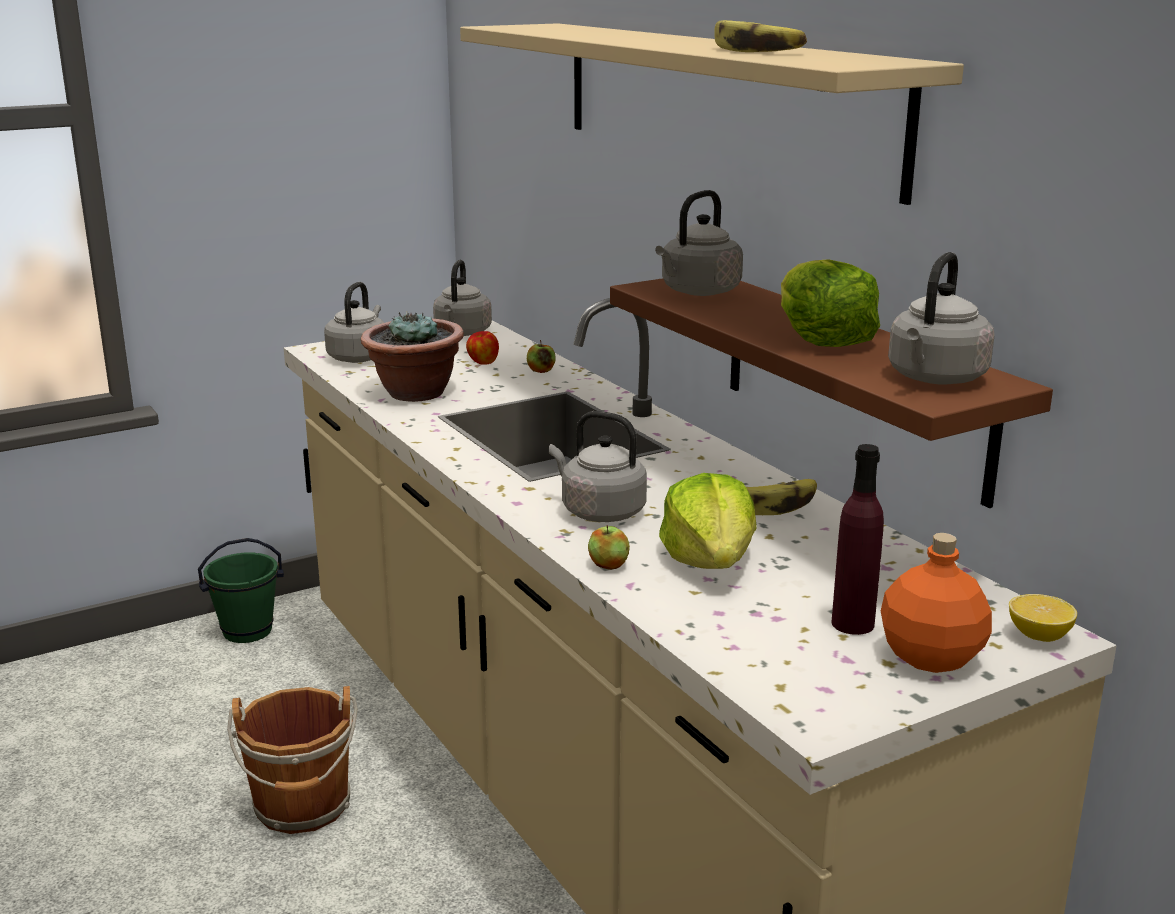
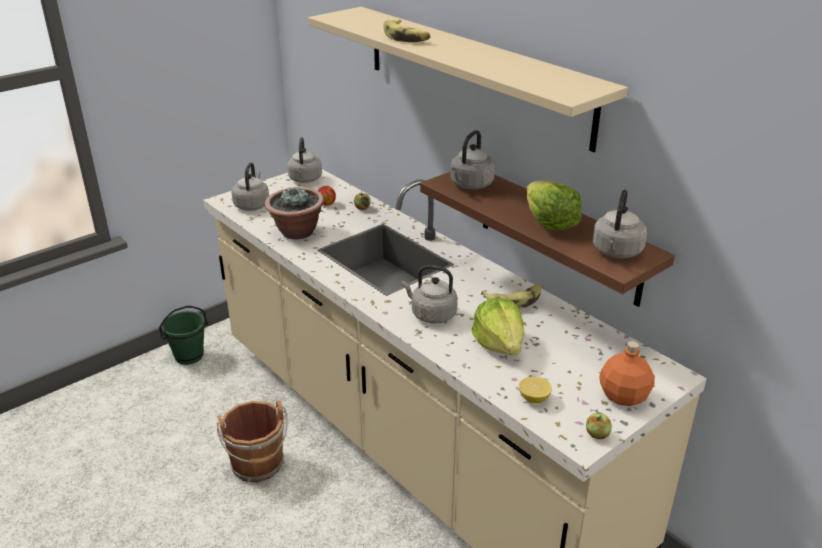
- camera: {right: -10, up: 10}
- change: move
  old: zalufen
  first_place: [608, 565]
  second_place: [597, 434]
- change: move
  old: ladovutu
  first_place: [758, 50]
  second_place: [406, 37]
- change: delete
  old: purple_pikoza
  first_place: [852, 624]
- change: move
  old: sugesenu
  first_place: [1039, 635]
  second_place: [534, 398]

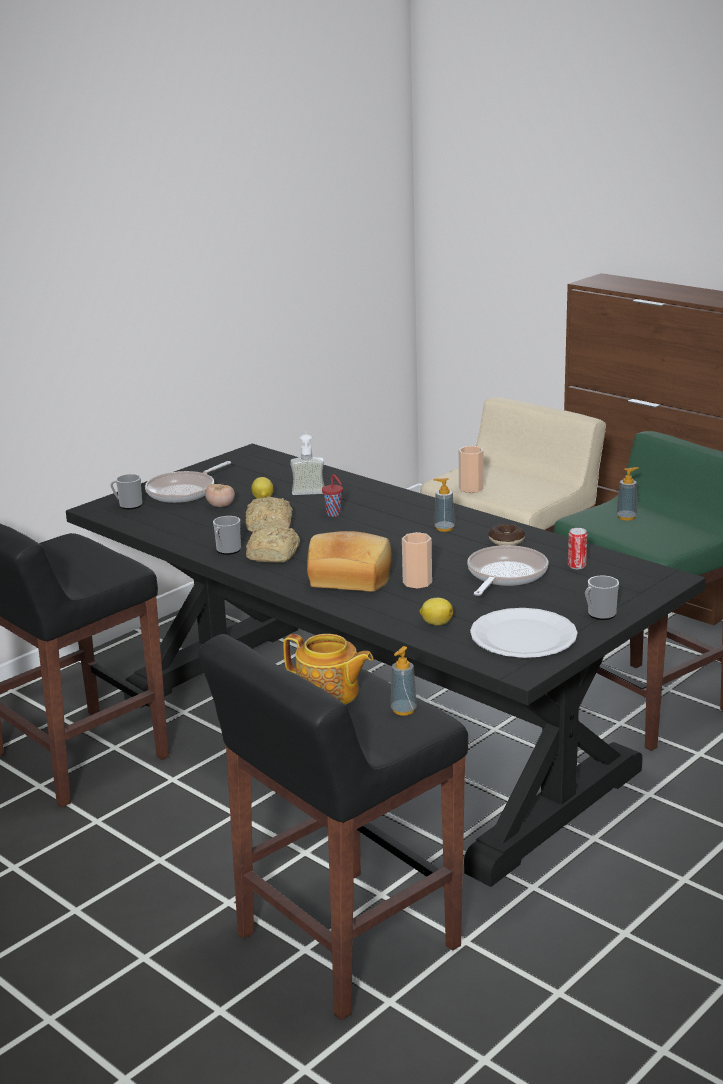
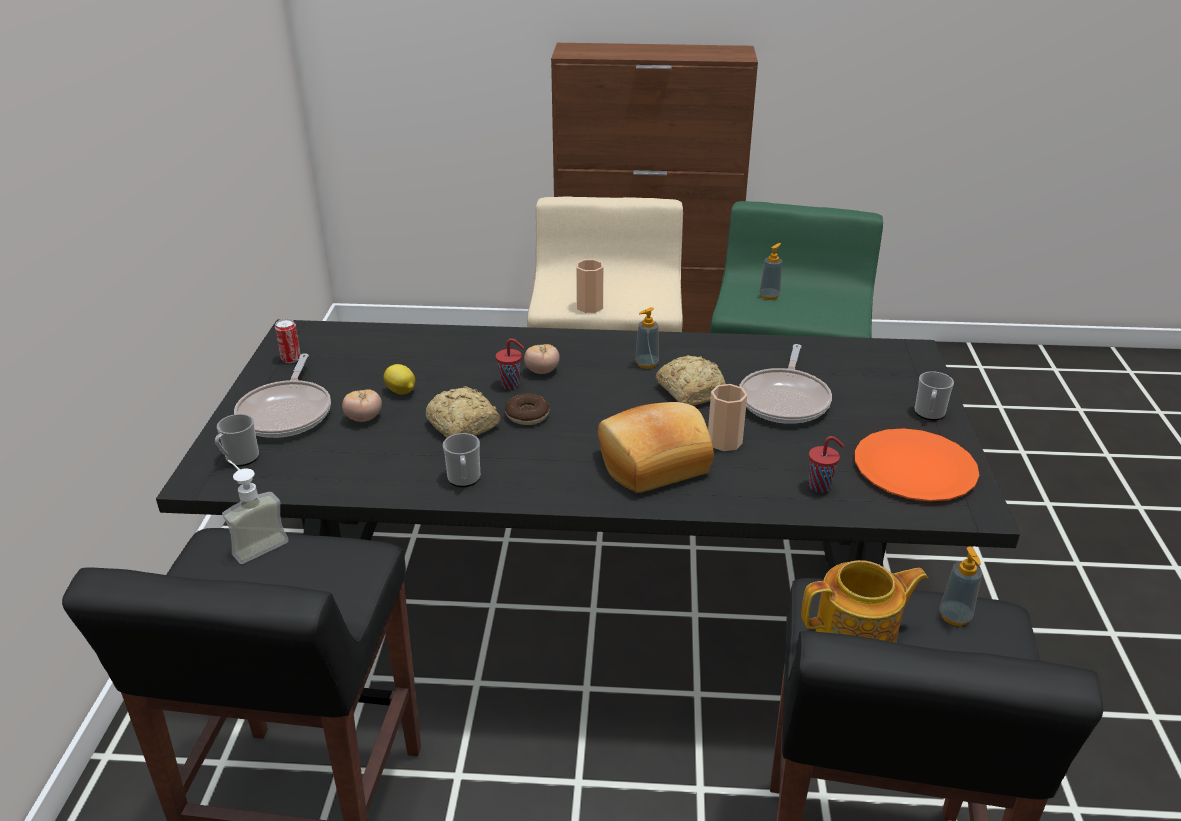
- camera: {right: -40, up: 10}
- change: move
  old: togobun
  first_place: [274, 554]
  second_place: [690, 390]
- change: move
  old: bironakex
  first_place: [308, 490]
  second_place: [255, 543]
- change: replace
  old: sugesenu
  new: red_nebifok
  first_place: [436, 623]
  second_place: [821, 487]
- change: rotate
  old: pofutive
  first_place: [504, 575]
  second_place: [785, 400]
  degrees: -150
- change: recolor
  old: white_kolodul
  new: orange_kolodul
  first_place: [523, 636]
  second_place: [915, 468]
- change: move
  old: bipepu
  first_place: [506, 541]
  second_place: [527, 415]
- change: move
  old: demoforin
  first_place: [577, 566]
  second_place: [291, 359]
- change: insert
  new: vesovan
  second_place: [542, 371]

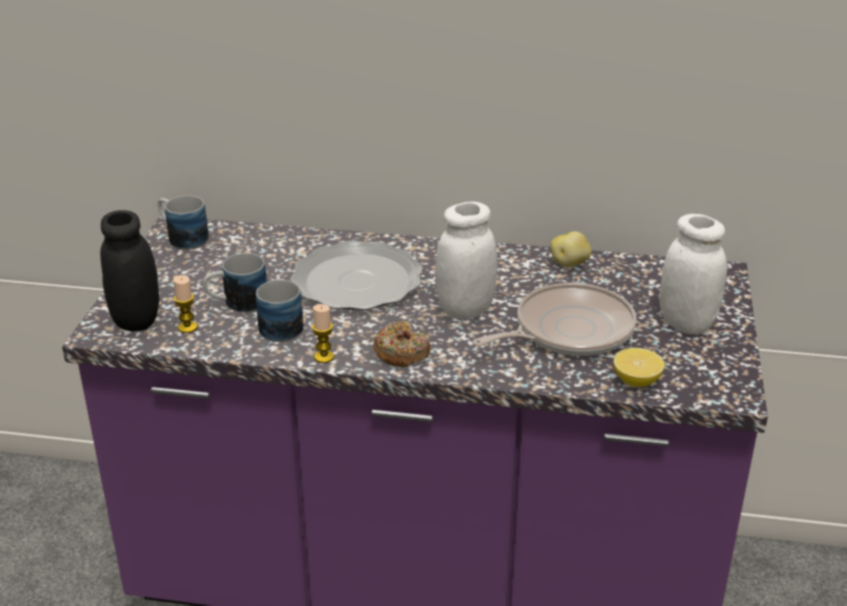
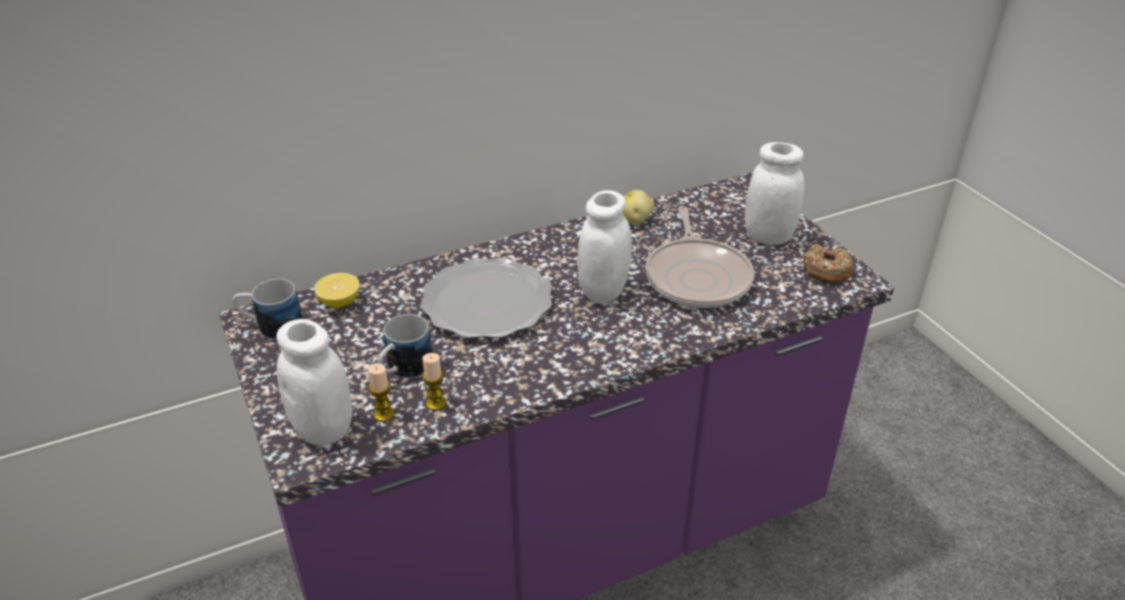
- camera: {right: -35, up: 5}
- change: recolor
  old: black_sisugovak
  new: white_sisugovak
  first_place: [136, 320]
  second_place: [323, 429]
- change: delete
  old: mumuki
  first_place: [281, 324]
- change: move
  old: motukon
  first_place: [324, 357]
  second_place: [436, 403]
- change: move
  old: bipepu
  first_place: [401, 352]
  second_place: [826, 271]
- change: rotate
  old: pofutive
  first_place: [568, 330]
  second_place: [697, 277]
  degrees: 150
- change: move
  old: sugesenu
  first_place: [636, 381]
  second_place: [340, 302]

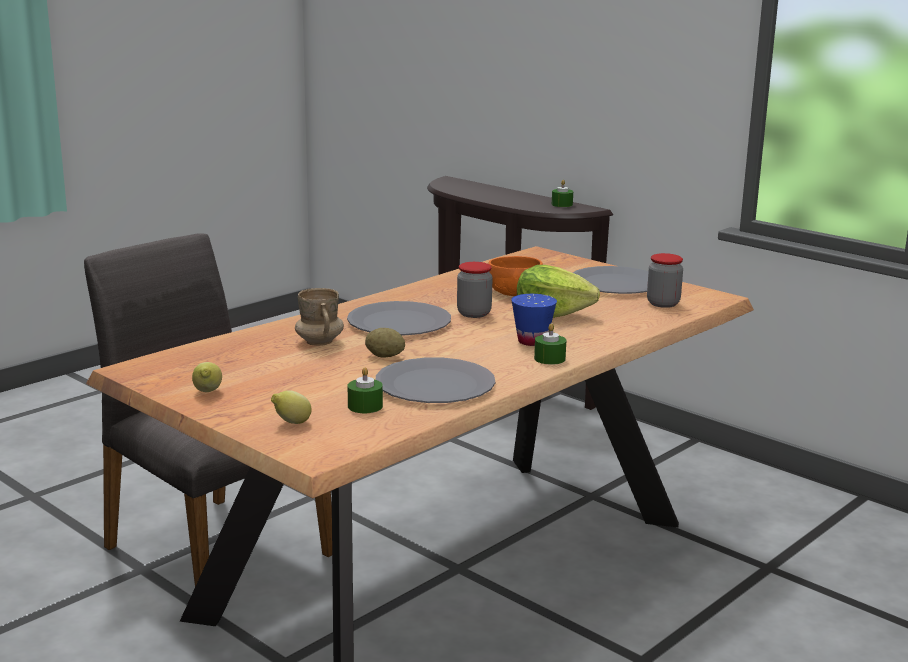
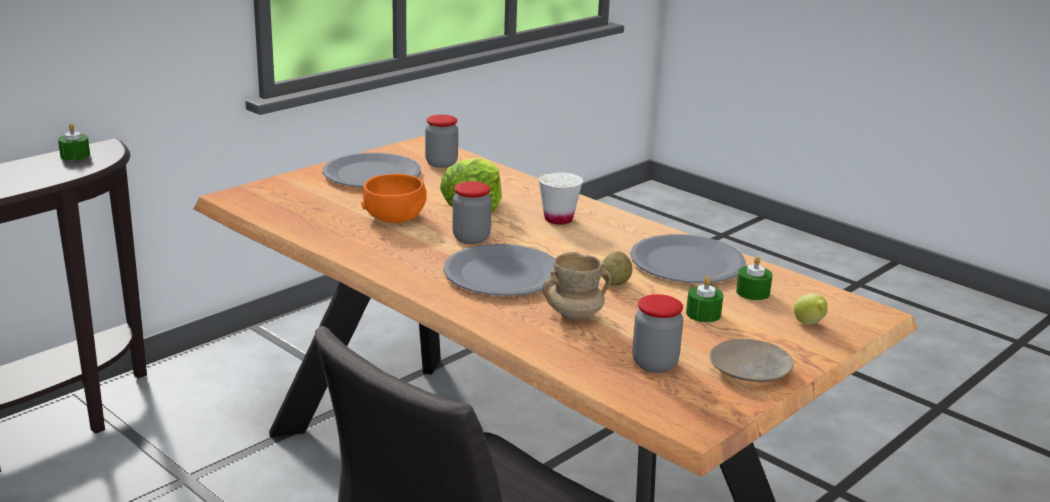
- camera: {right: -90, up: 5}
- change: replace
  old: sugesenu
  new: beige_kolodul
  first_place: [207, 392]
  second_place: [751, 370]
- change: recolor
  old: blue_nebifok
  new: white_nebifok
  first_place: [532, 341]
  second_place: [558, 219]
- change: move
  old: green_motukon
  first_place: [549, 359]
  second_place: [703, 314]
- change: insert
  new: sisugovak
  second_place: [654, 364]

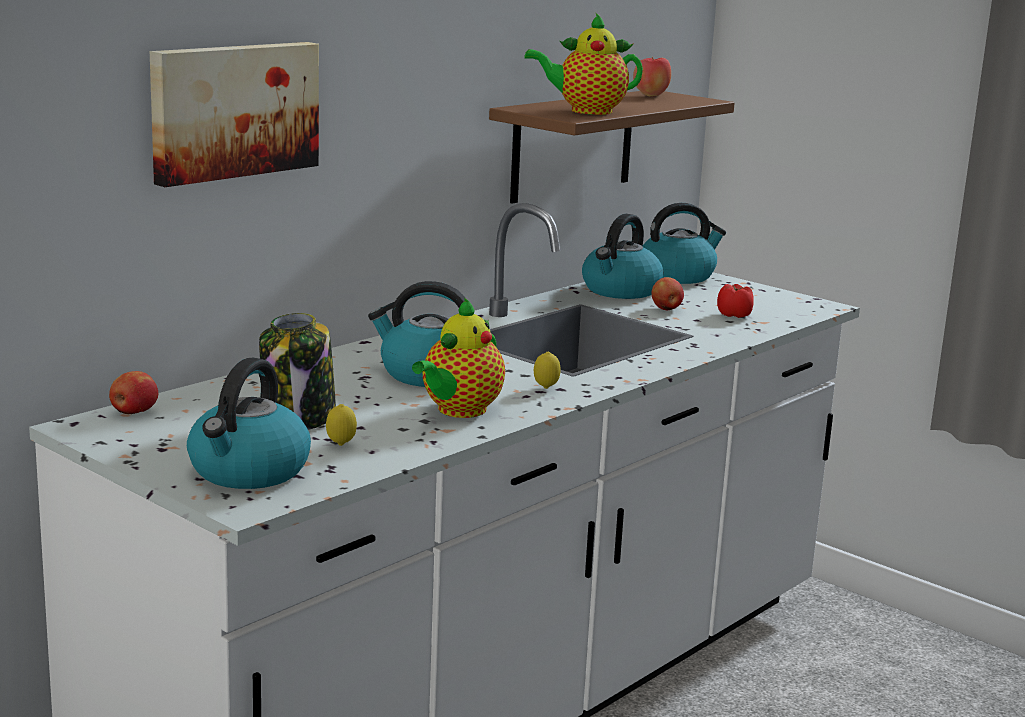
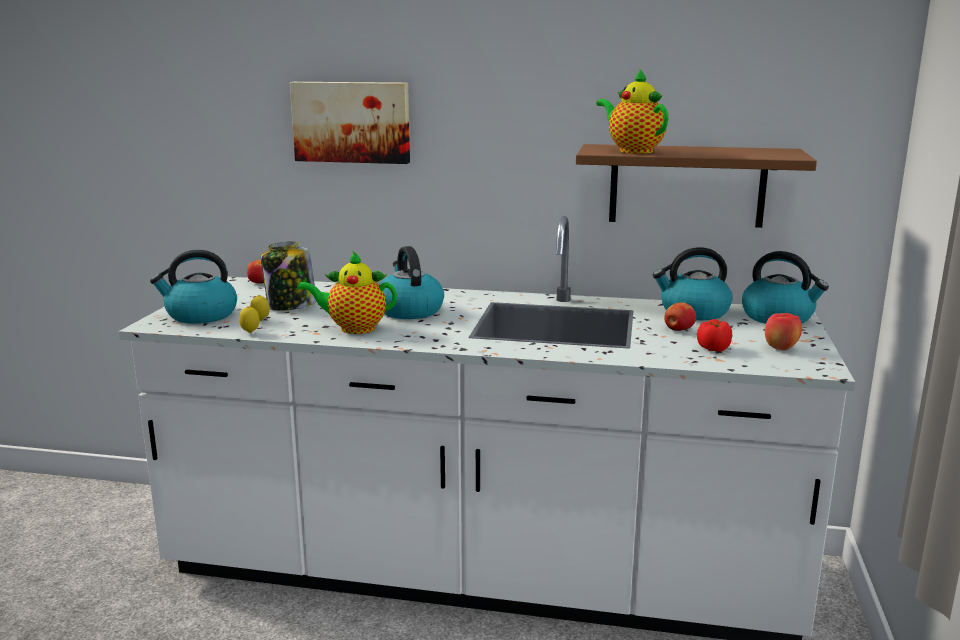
- camera: {right: 60, up: 0}
- change: move
  old: sugesenu
  first_place: [546, 388]
  second_place: [250, 333]
- change: move
  old: zalufen
  first_place: [650, 96]
  second_place: [780, 349]

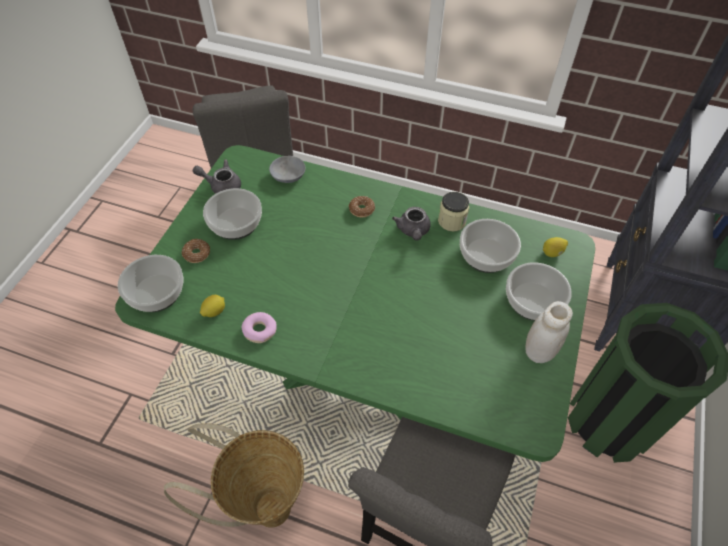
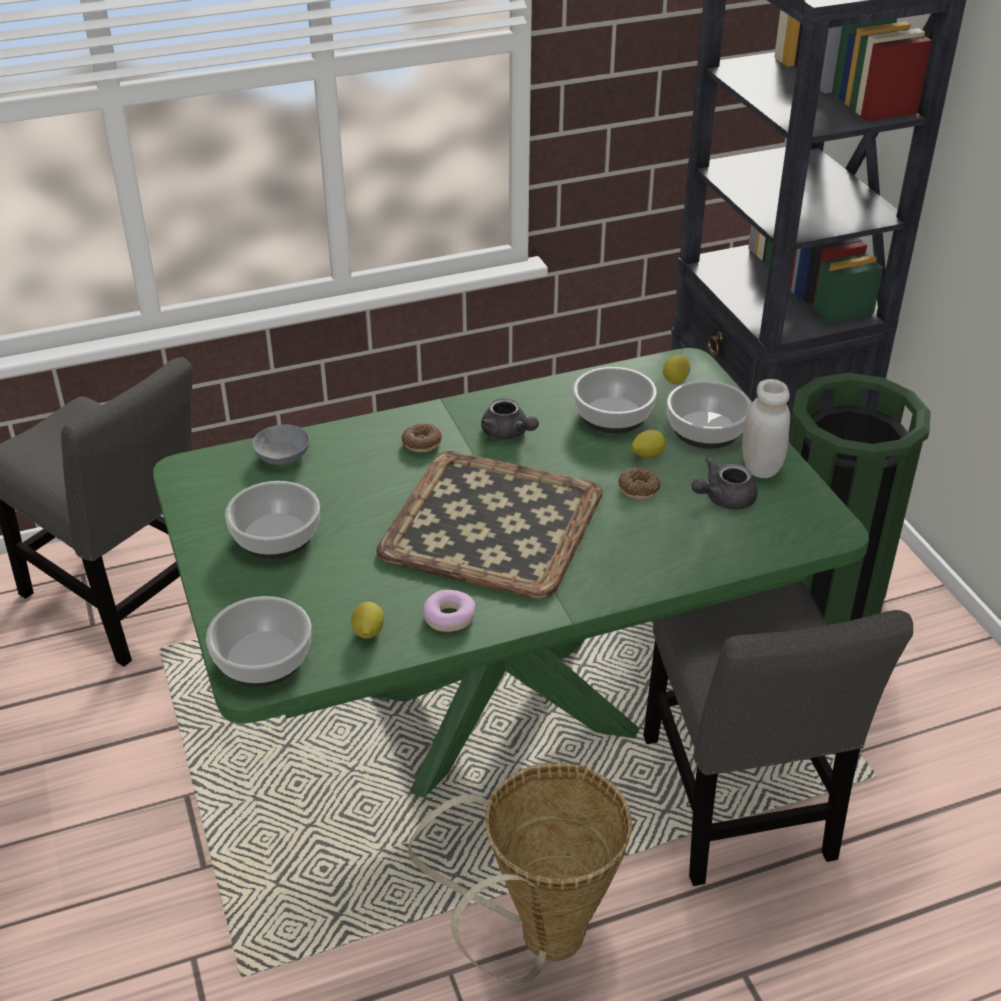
- camera: {right: -40, up: -15}
- change: move
  old: bipepu
  first_place: [197, 254]
  second_place: [638, 489]
- change: move
  old: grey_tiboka
  first_place: [222, 186]
  second_place: [723, 499]
- change: delete
  old: sisugovak
  first_place: [452, 221]
- change: insert
  new: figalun
  second_place: [491, 522]
- change: insert
  new: sugesenu
  second_place: [647, 455]

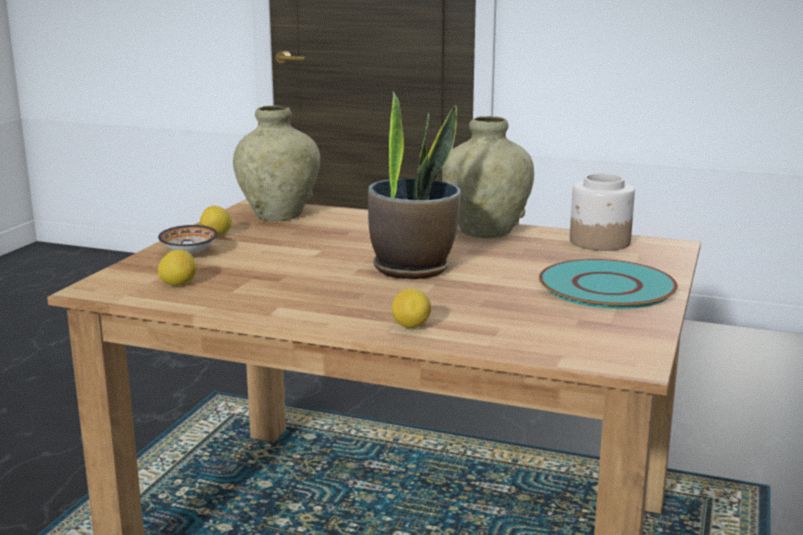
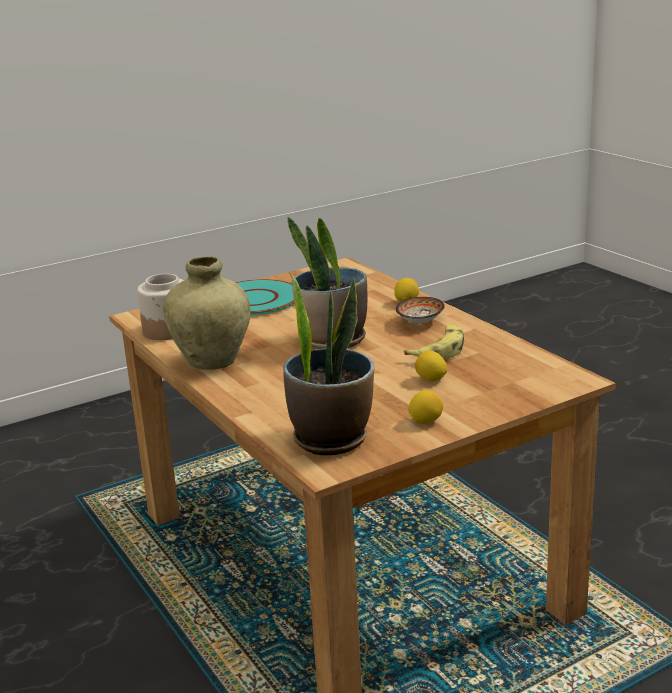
- camera: {right: -140, up: 5}
- change: move
  old: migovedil
  first_place: [190, 253]
  second_place: [419, 322]
- change: move
  old: sugesenu
  first_place: [178, 284]
  second_place: [430, 379]
- change: replace
  old: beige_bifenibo
  new: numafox
  first_place: [279, 215]
  second_place: [331, 438]
- change: insert
  new: ladovutu
  second_place: [439, 350]

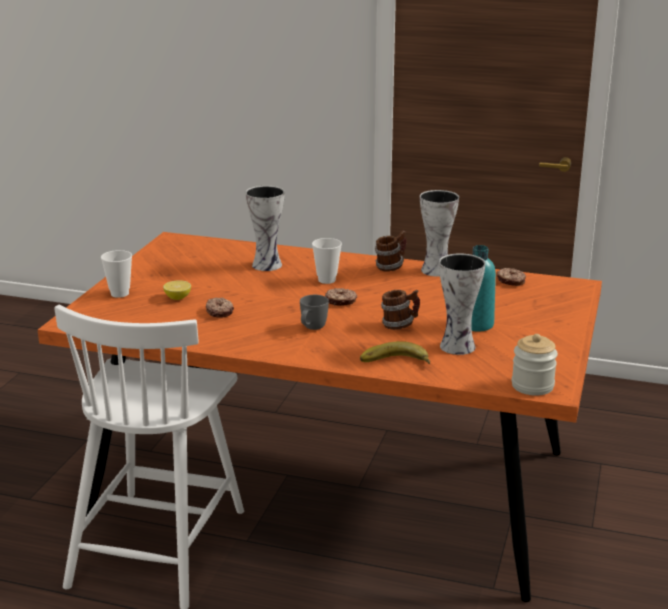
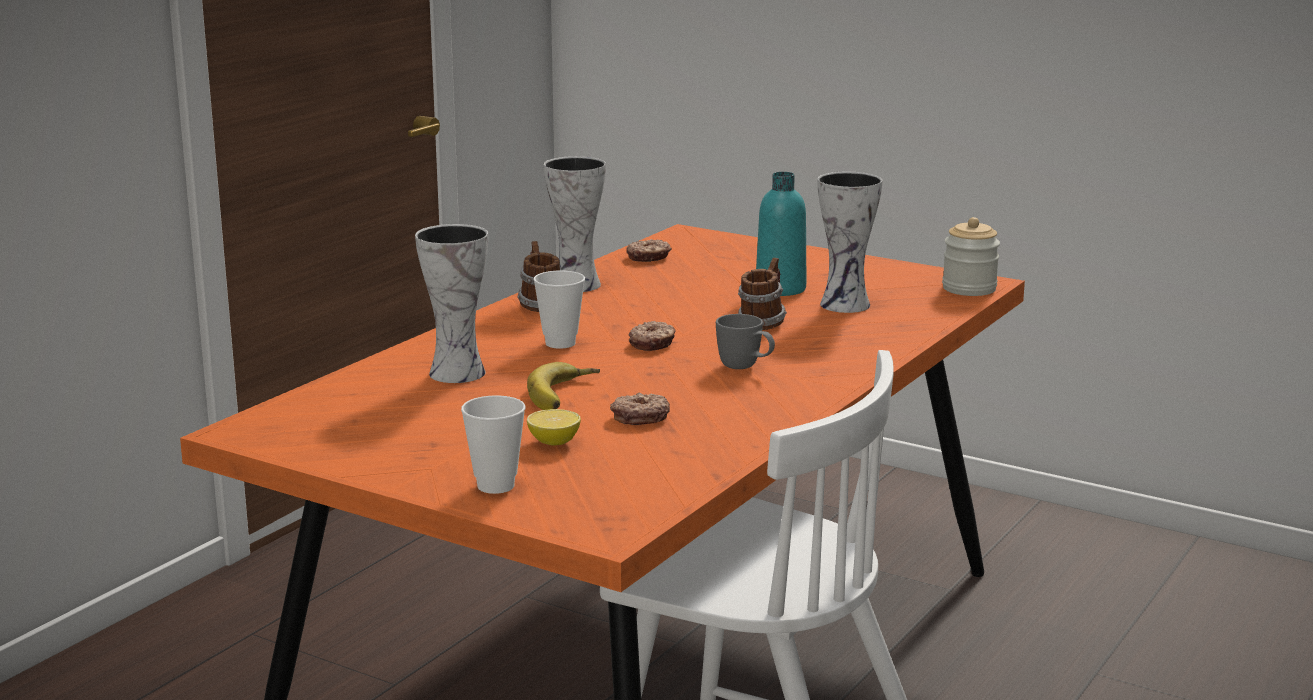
- camera: {right: -75, up: -5}
- change: move
  old: ladovutu
  first_place: [395, 363]
  second_place: [566, 395]

